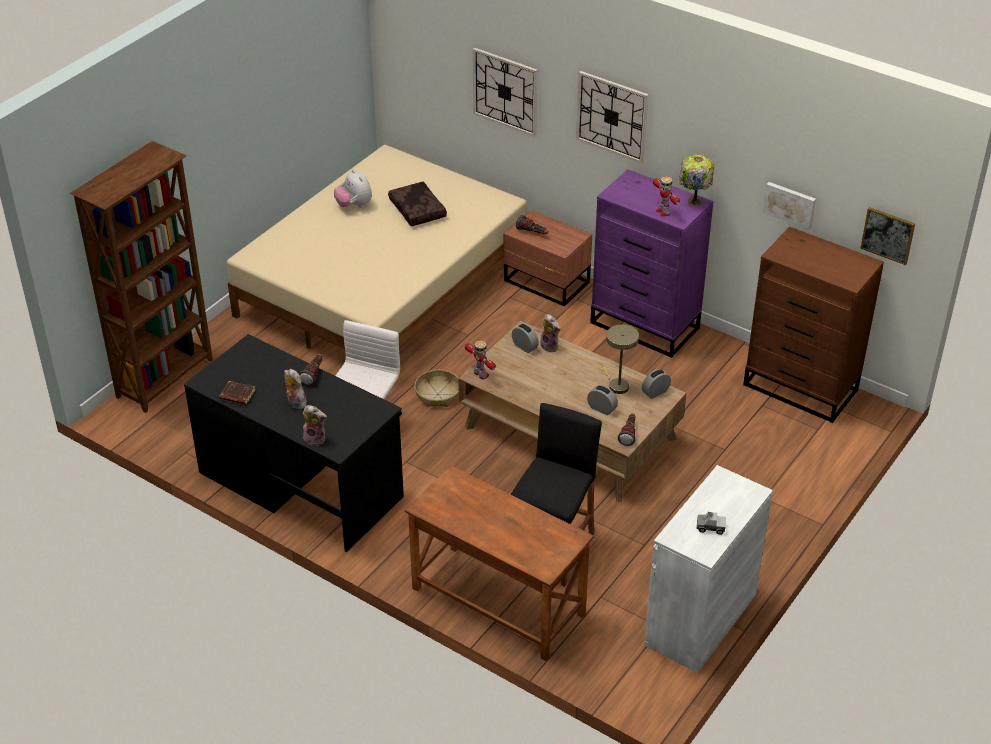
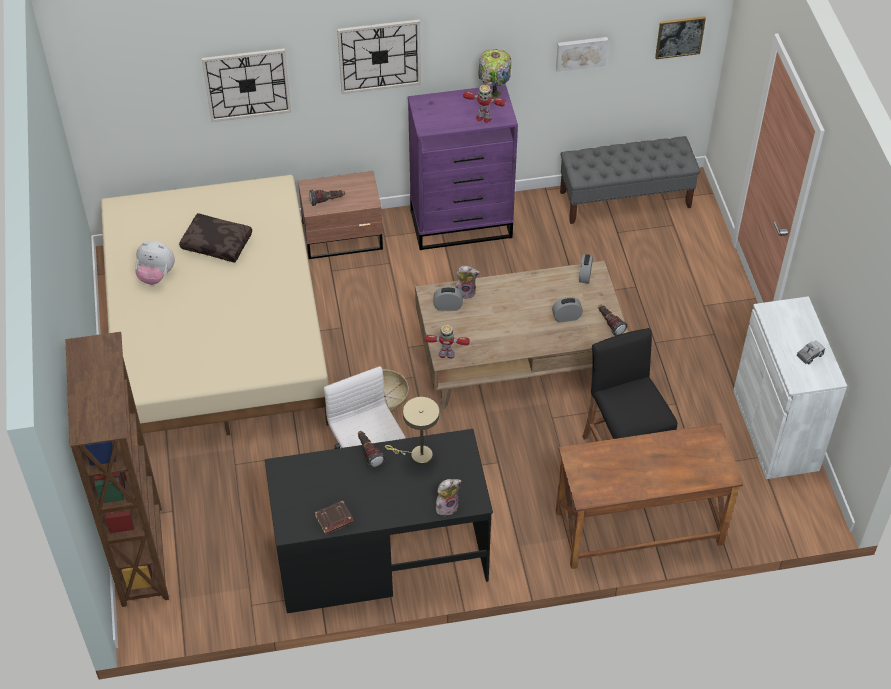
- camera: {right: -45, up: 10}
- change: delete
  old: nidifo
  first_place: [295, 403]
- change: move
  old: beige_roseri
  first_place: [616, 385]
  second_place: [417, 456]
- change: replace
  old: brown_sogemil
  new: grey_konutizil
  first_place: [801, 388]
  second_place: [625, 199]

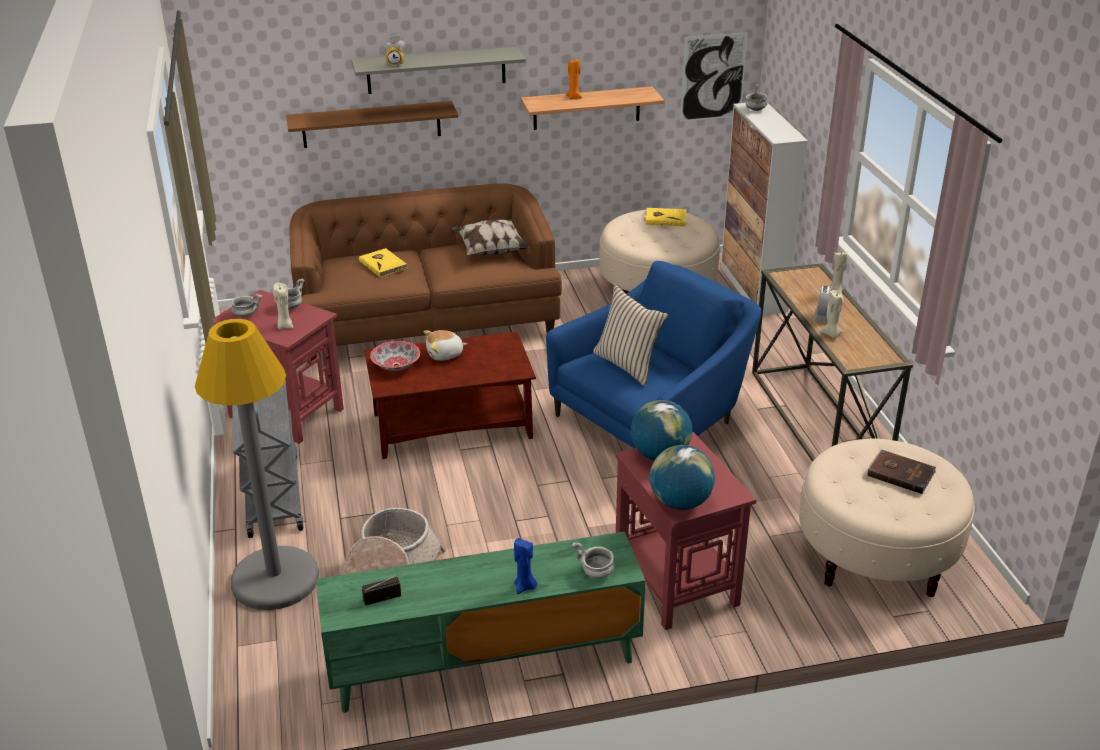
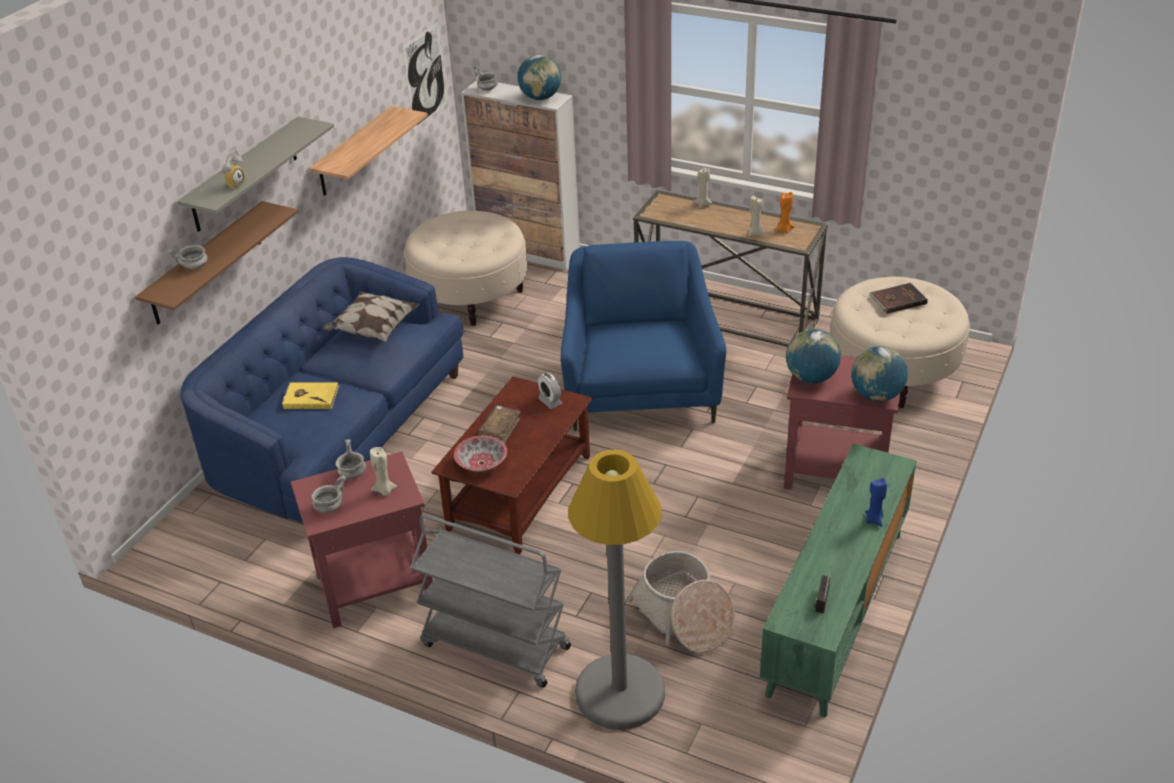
- camera: {right: -50, up: 5}
- change: recolor
  old: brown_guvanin
  new: blue_guvanin
  first_place: [426, 321]
  second_place: [338, 435]
- change: replace
  old: nidifo
  new: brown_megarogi
  first_place: [445, 354]
  second_place: [500, 429]
- change: move
  old: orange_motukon
  first_place: [574, 97]
  second_place: [784, 230]
- change: move
  old: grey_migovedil
  first_place: [596, 572]
  second_place: [194, 267]
- change: delete
  old: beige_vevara
  first_place: [628, 365]
- change: delete
  old: yellow_megarogi
  first_place: [665, 218]
- change: move
  old: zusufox
  first_place: [821, 317]
  second_place: [550, 401]
- change: insert
  new: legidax
  second_place: [540, 97]

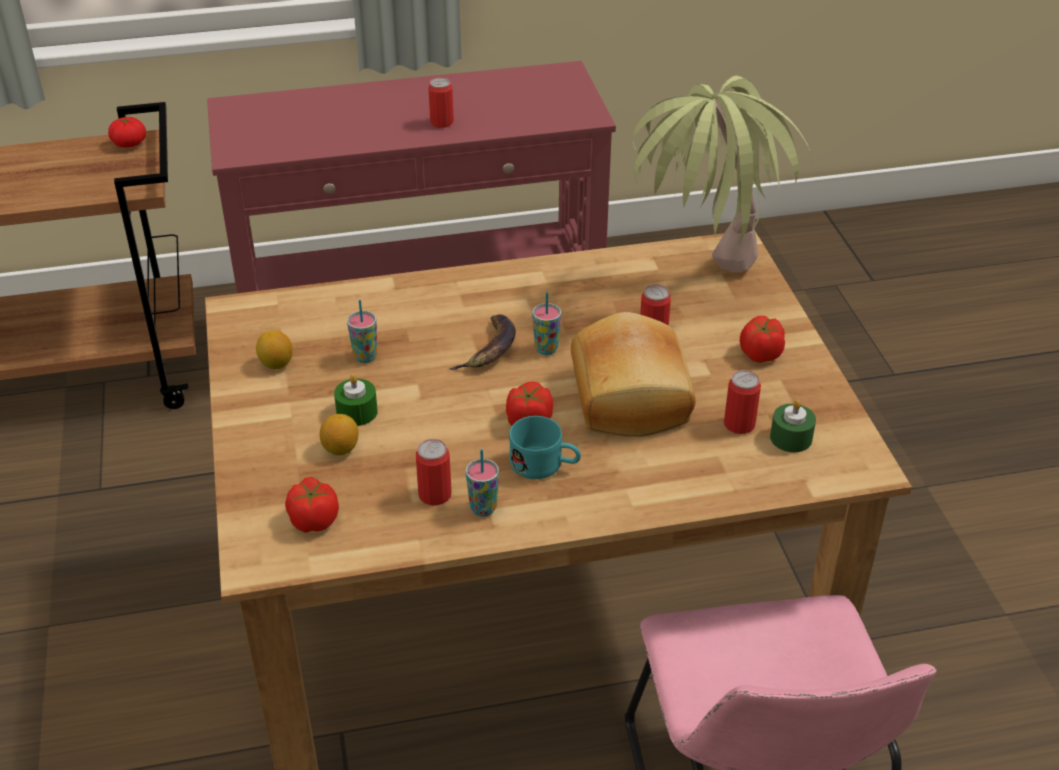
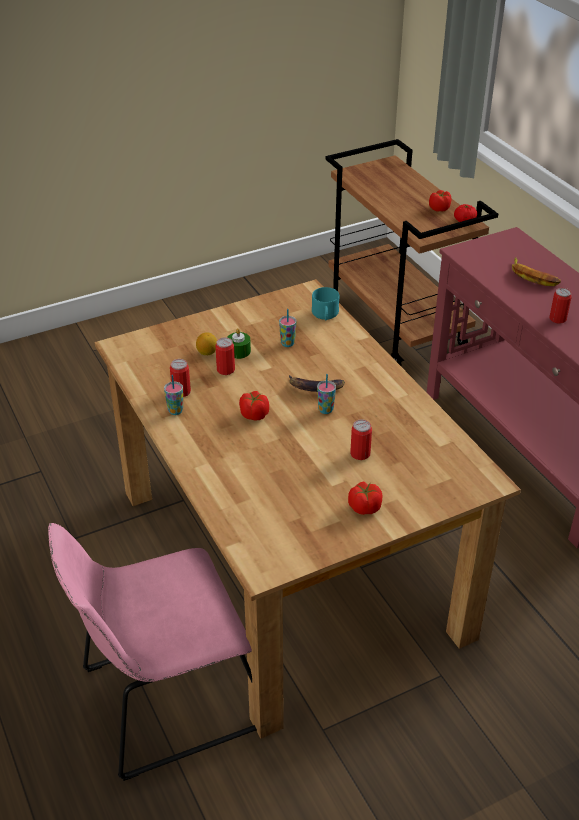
- camera: {right: 75, up: 0}
- change: delete
  old: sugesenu
  first_place: [276, 364]
- change: move
  old: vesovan
  first_place: [314, 519]
  second_place: [439, 209]
- change: move
  old: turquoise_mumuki
  first_place: [545, 465]
  second_place: [325, 316]
- change: delete
  old: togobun
  first_place: [633, 397]
- change: delete
  old: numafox
  first_place: [702, 287]
- change: move
  old: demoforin
  first_place: [739, 424]
  second_place: [225, 370]
- change: delete
  old: green_motukon
  first_place: [791, 438]
- change: insert
  new: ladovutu
  second_place: [533, 276]

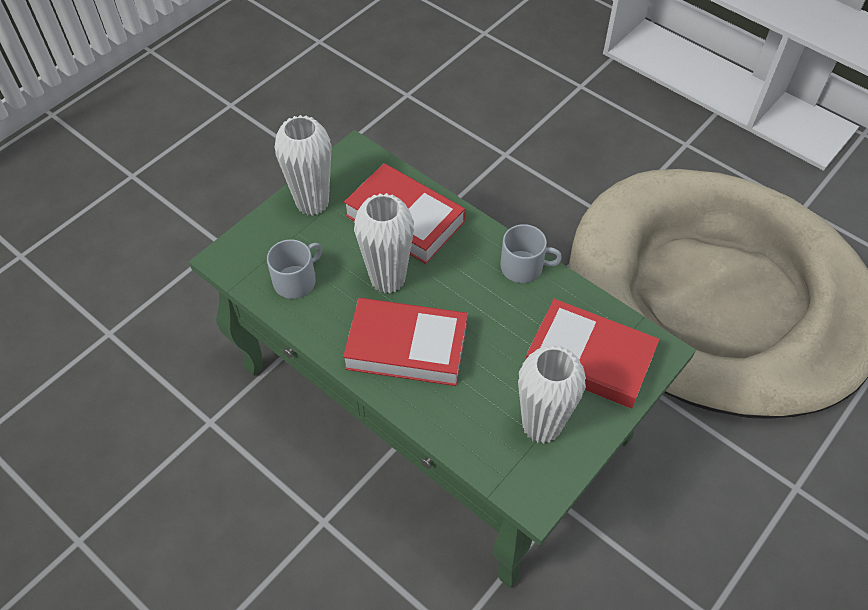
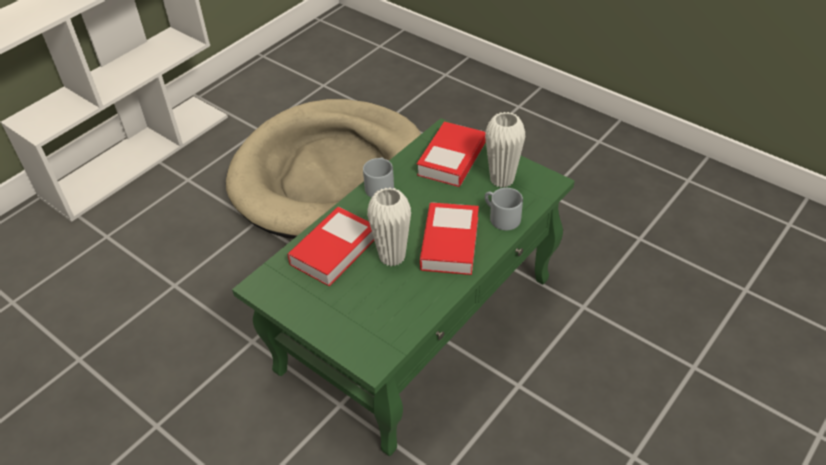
- camera: {right: -90, up: -10}
- change: move
  old: grey_mumuki
  first_place: [299, 276]
  second_place: [500, 217]
- change: delete
  old: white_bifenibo
  first_place: [312, 203]

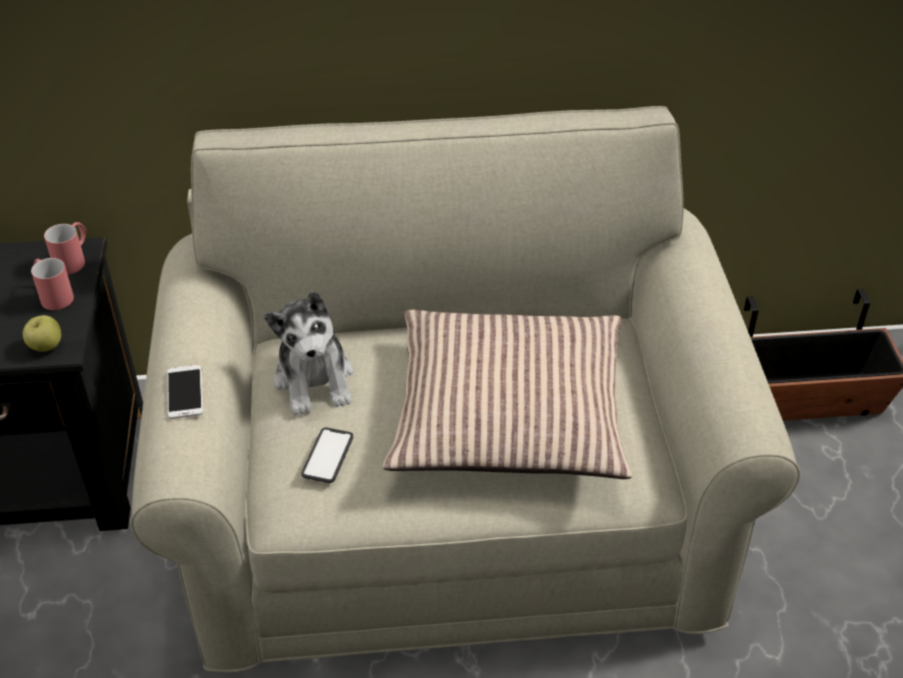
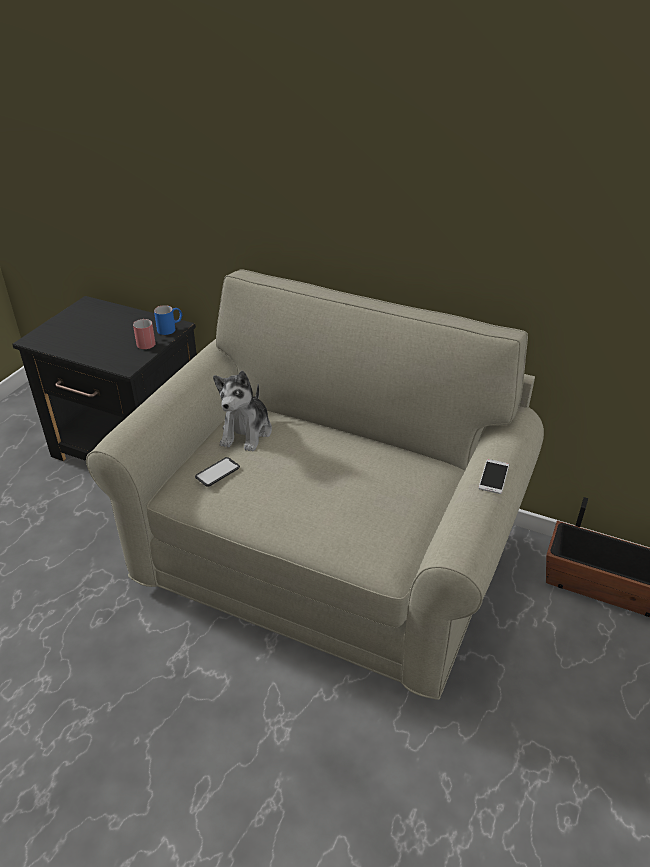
- camera: {right: 30, up: -5}
- change: delete
  old: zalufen
  first_place: [46, 347]
- change: recolor
  old: red_mumuki
  new: blue_mumuki
  first_place: [74, 259]
  second_place: [170, 328]
- change: move
  old: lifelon
  first_place: [185, 392]
  second_place: [494, 477]
- change: delete
  old: vevara
  first_place: [508, 413]

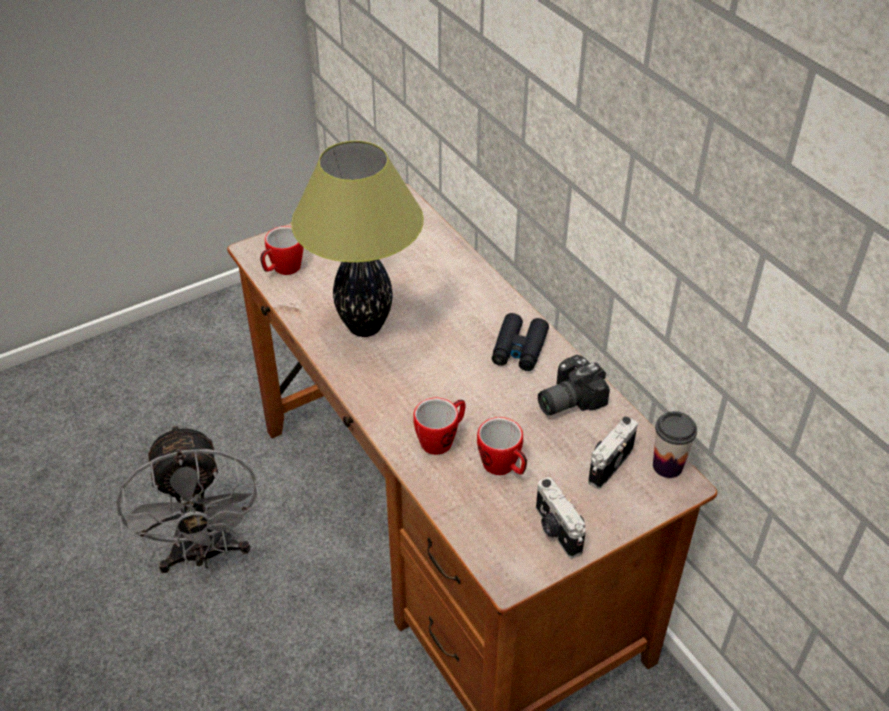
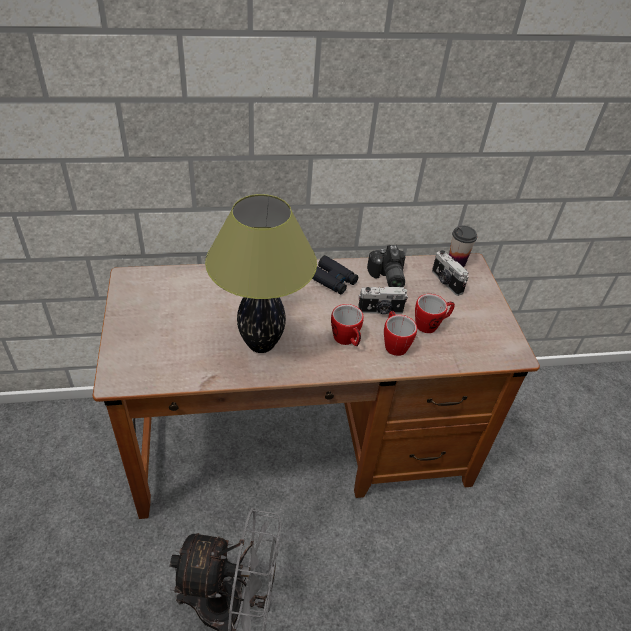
- camera: {right: -70, up: 0}
- change: move
  old: mumuki
  first_place: [282, 269]
  second_place: [347, 340]
- change: move
  old: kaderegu
  first_place: [556, 530]
  second_place: [380, 311]

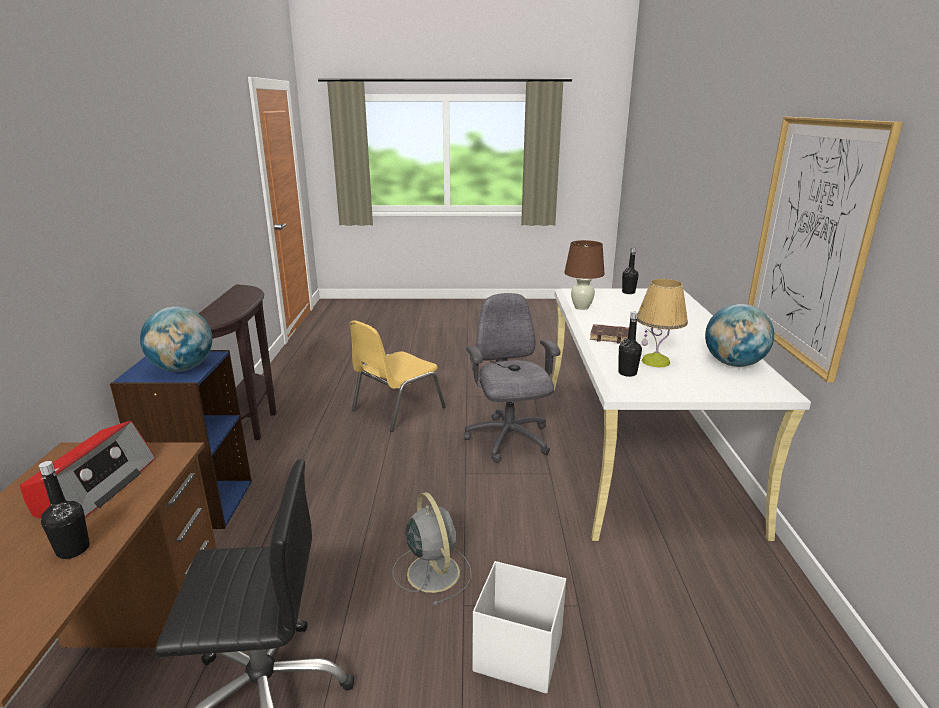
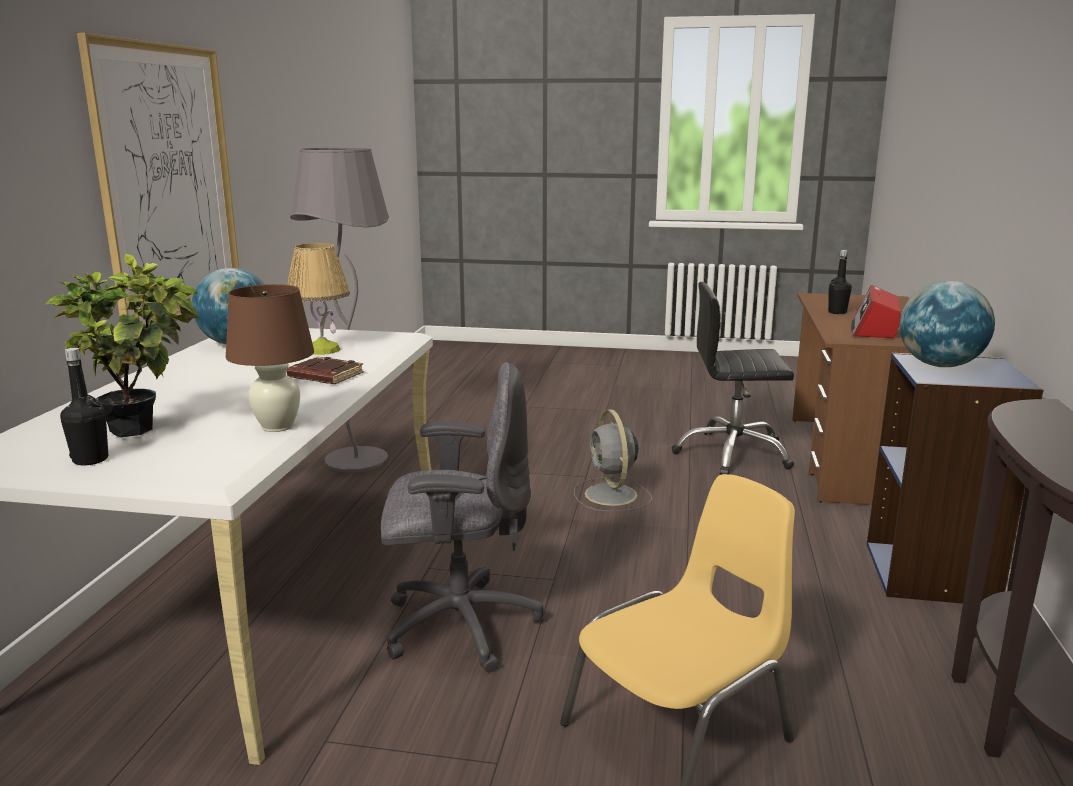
- camera: {right: -170, up: -5}
- change: rotate
  old: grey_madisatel
  first_place: [508, 440]
  second_place: [458, 625]
  degrees: -90
- change: delete
  old: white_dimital
  first_place: [517, 653]
- change: delete
  old: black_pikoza
  first_place: [627, 373]
- change: insert
  new: numafox
  second_place: [144, 429]
- change: insert
  new: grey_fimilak
  second_place: [357, 462]

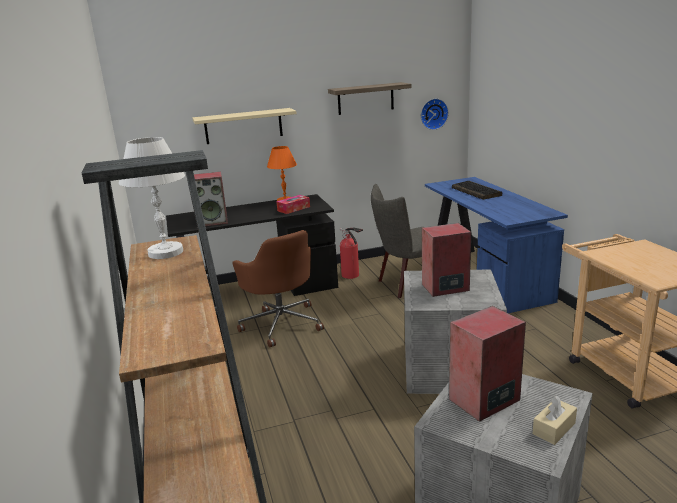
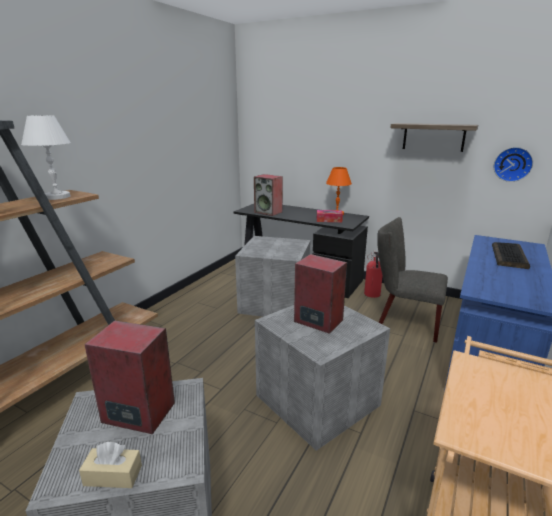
- camera: {right: 45, up: 0}
- change: delete
  old: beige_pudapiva
  first_place: [243, 126]
- change: replace
  old: brown_madisatel
  new: grey_dimital
  first_place: [281, 323]
  second_place: [273, 303]

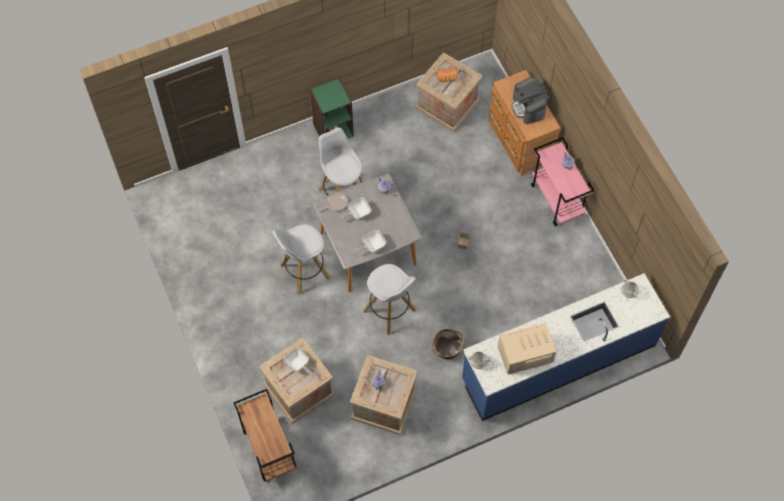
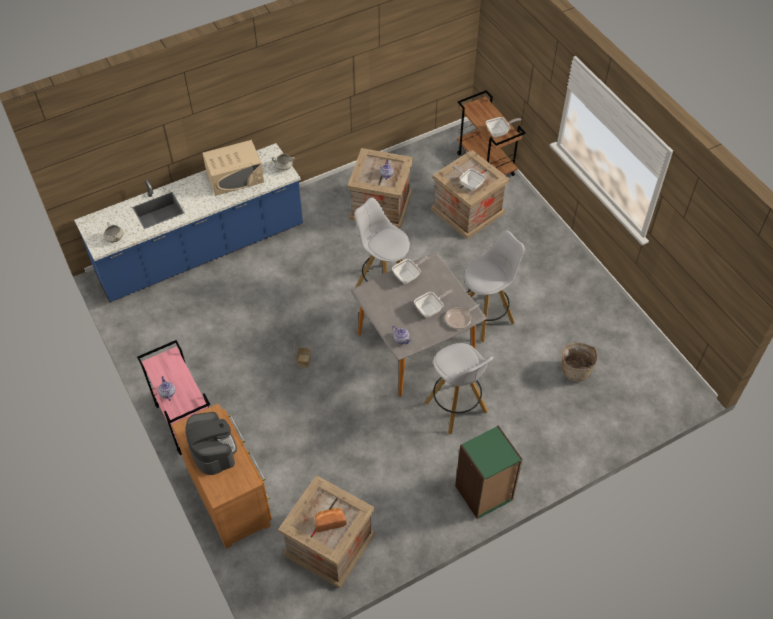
- camera: {right: 175, up: -10}
- change: move
  old: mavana
  first_place: [446, 351]
  second_place: [575, 370]
- change: insert
  new: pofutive
  second_place: [499, 132]

